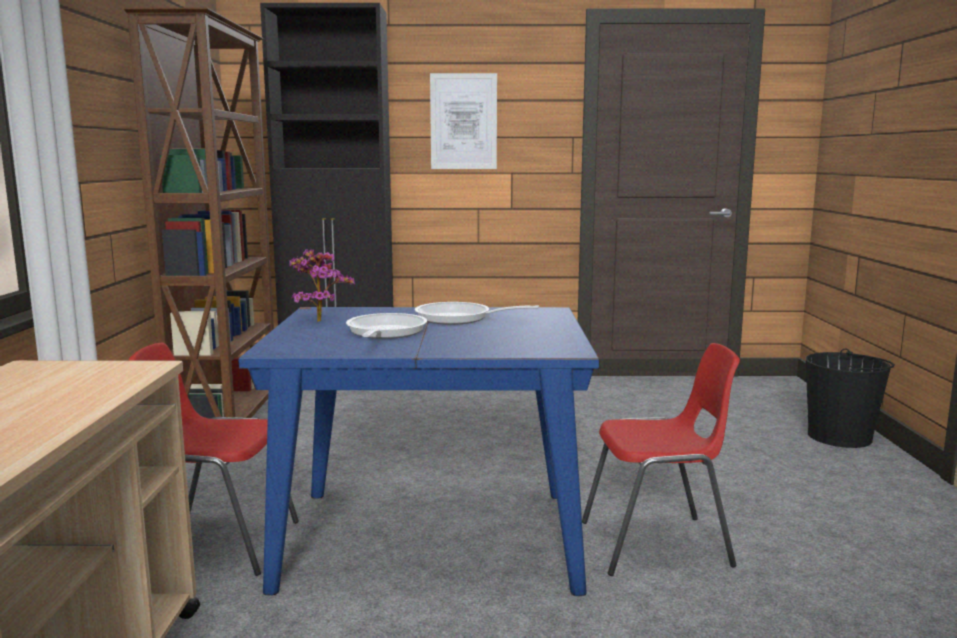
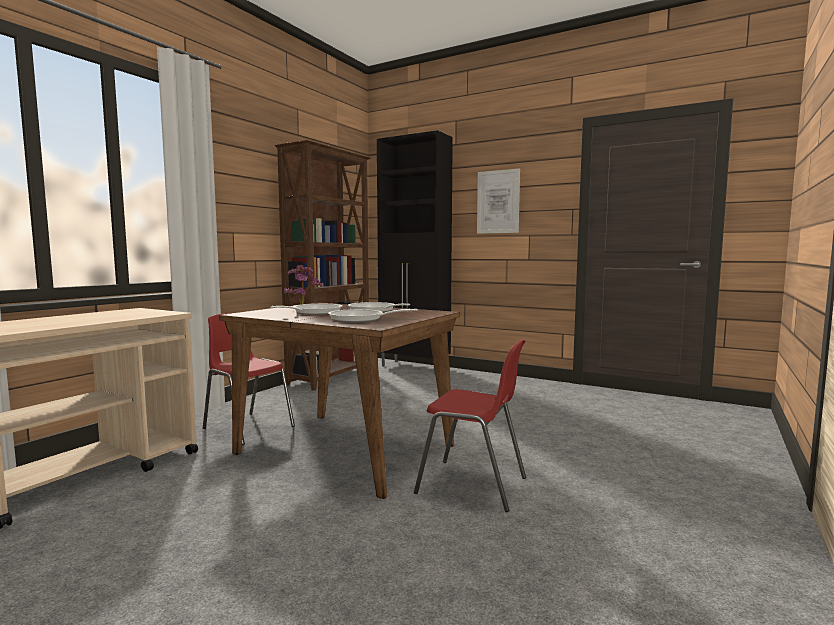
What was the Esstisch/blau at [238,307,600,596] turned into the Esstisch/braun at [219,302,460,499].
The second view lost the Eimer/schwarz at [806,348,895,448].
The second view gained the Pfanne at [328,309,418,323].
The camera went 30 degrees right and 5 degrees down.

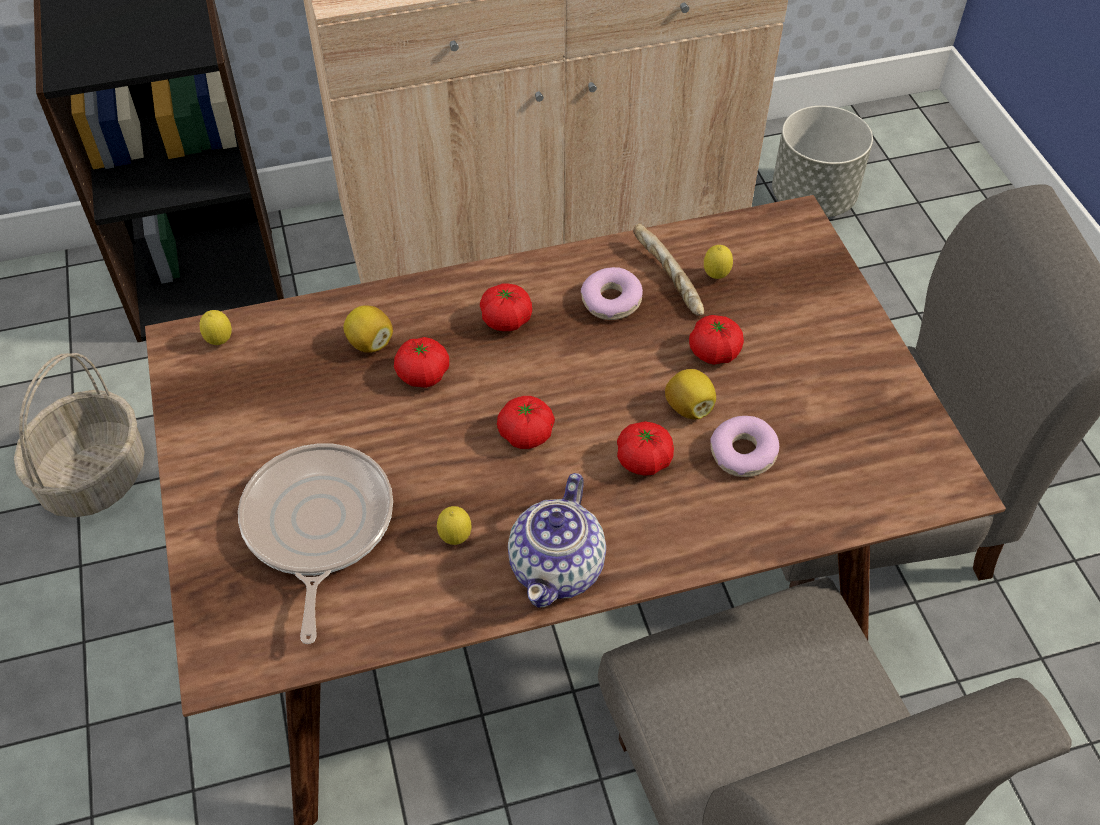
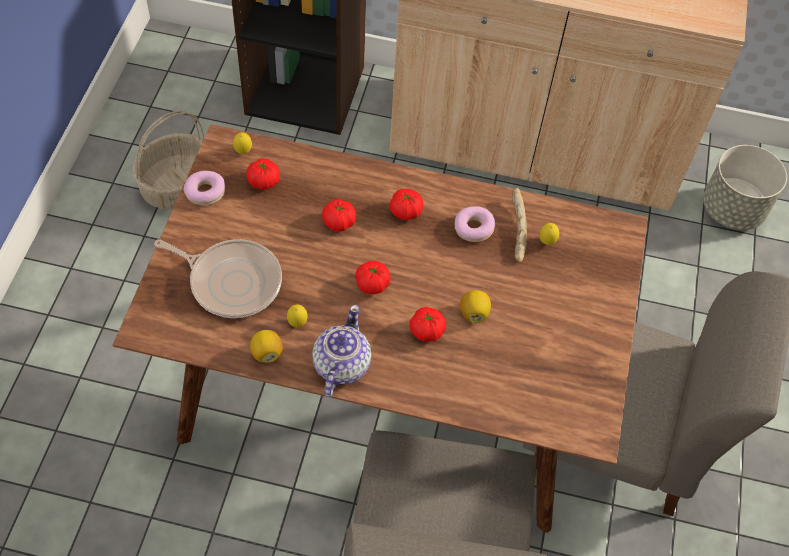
The Pfanne at [238,443,393,644] ended up facing another way, 90 degrees clockwise from before.
The Zitrone ended up elsewhere, having gone from [343,305,393,353] to [250,330,283,363].
The Teekanne at [508,473,606,607] ended up facing another way, 150 degrees clockwise from before.
The Tomate ended up elsewhere, having gone from [689,315,744,365] to [246,158,280,190].
The Donut ended up elsewhere, having gone from [710,416,779,477] to [183,171,225,205].
The camera went 25 degrees right and 5 degrees up.

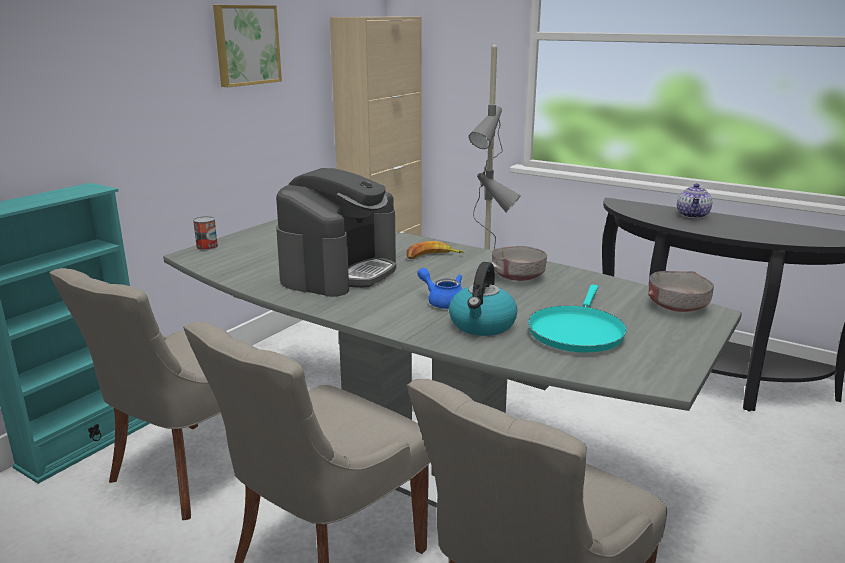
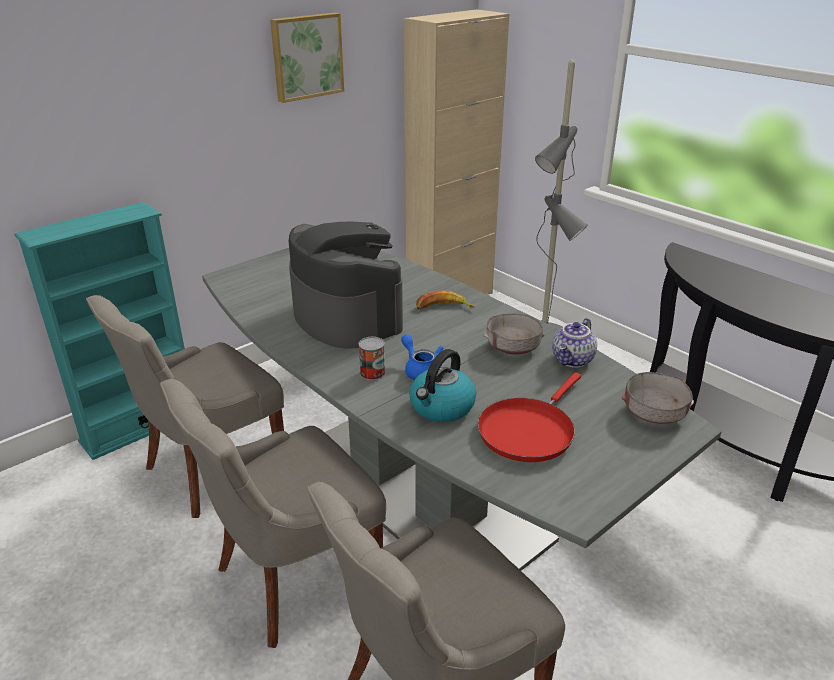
The Dose ended up elsewhere, having gone from [193,216,218,250] to [359,337,385,380].
The Kaffeemaschine at [276,168,396,297] ended up facing another way, 75 degrees counterclockwise from before.
What was the Pfanne/türkis at [528,284,627,353] turned into the Pfanne/rot at [478,372,581,462].
The Teekanne ended up elsewhere, having gone from [677,184,712,219] to [552,318,597,368].
The camera went 15 degrees right and 10 degrees up.

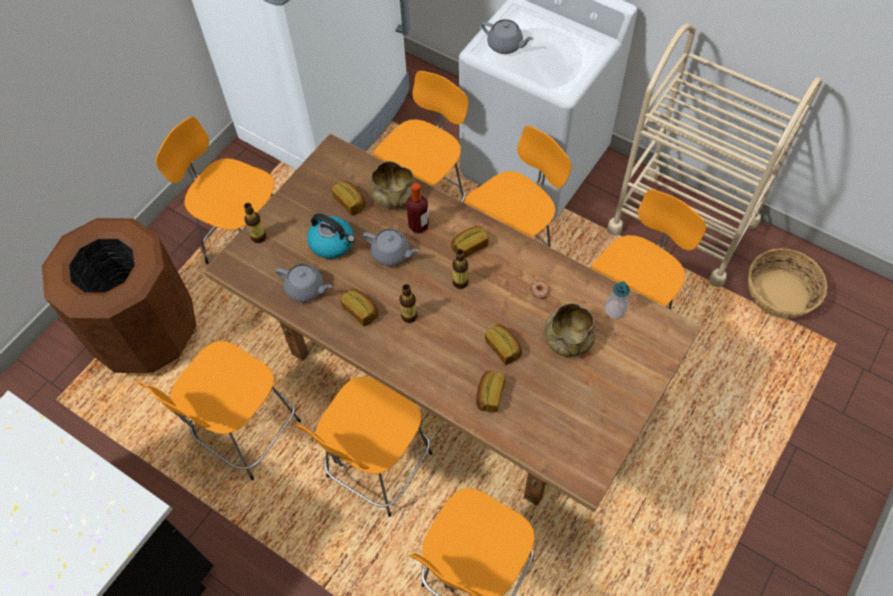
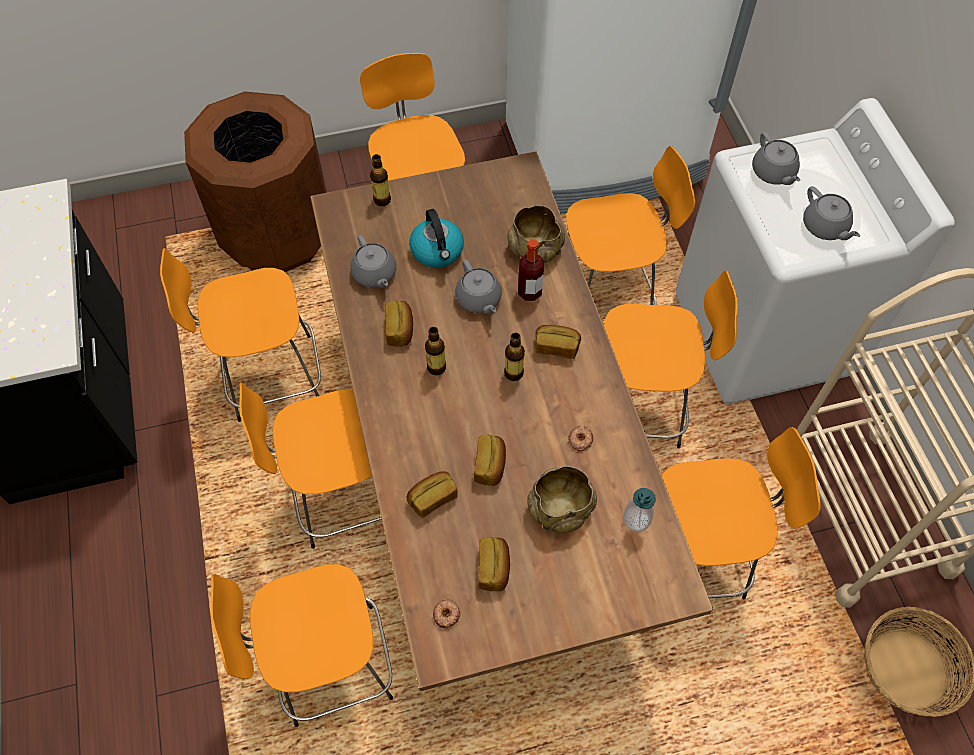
The Brot ended up elsewhere, having gone from [332,181,366,216] to [478,537,510,591].
The second view gained the Donut at [433,599,460,629].
The second view gained the Teekanne/grau at [803,186,860,240].
The camera went 40 degrees right and 0 degrees up.

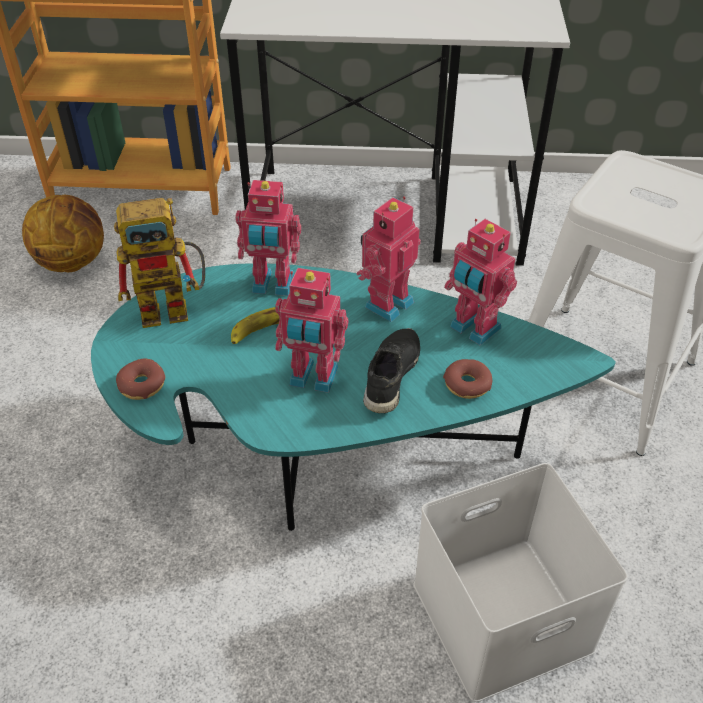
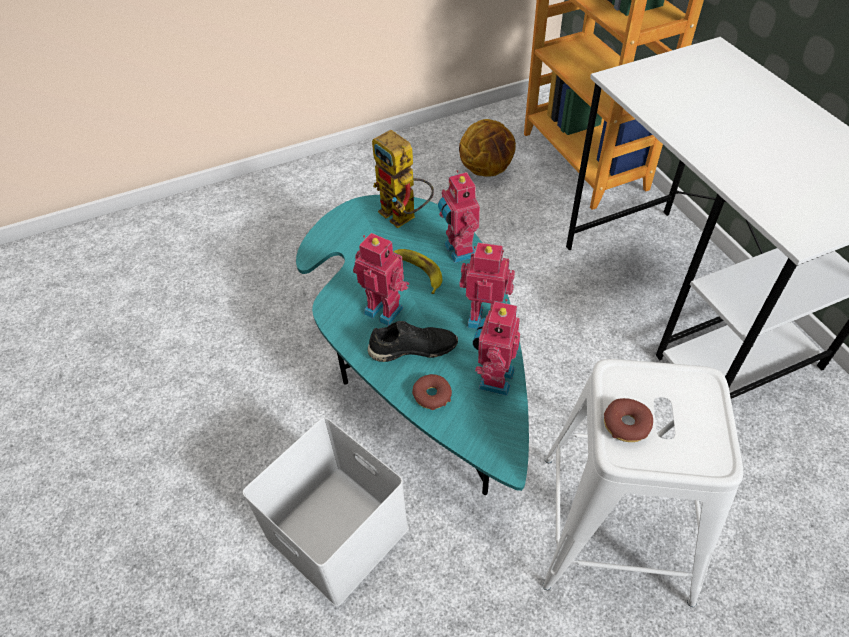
The Donut ended up elsewhere, having gone from [116,358,165,400] to [604,398,653,442].
The Spielzeugroboter at [275,268,348,393] ended up facing another way, 135 degrees clockwise from before.
The camera went 65 degrees right and 5 degrees up.

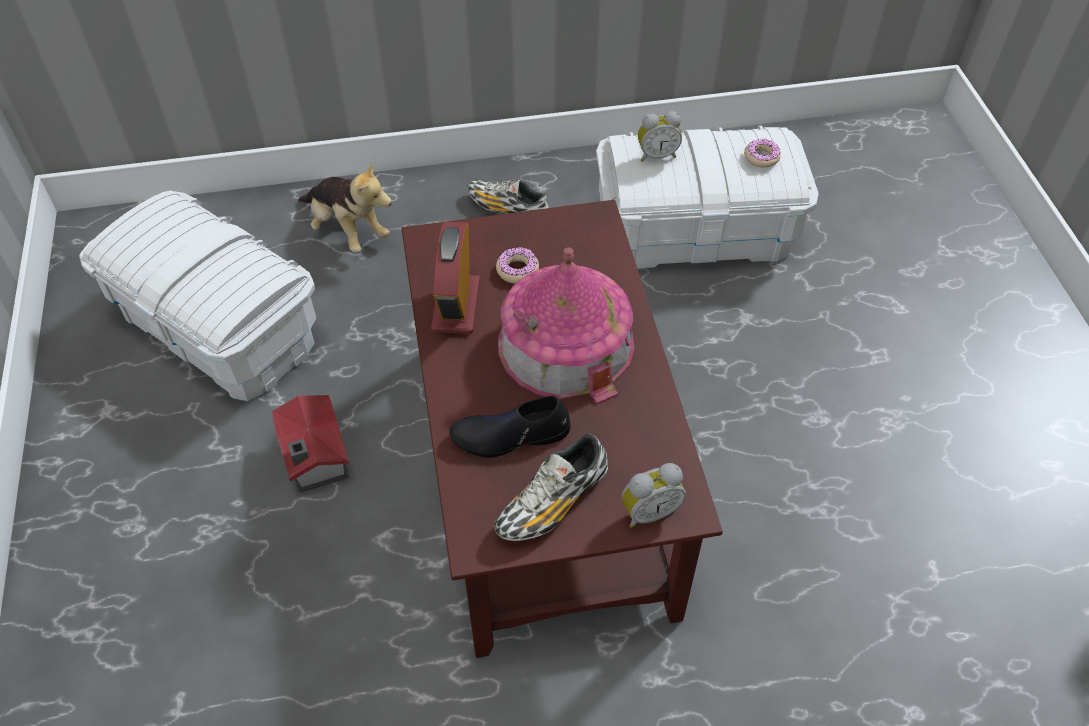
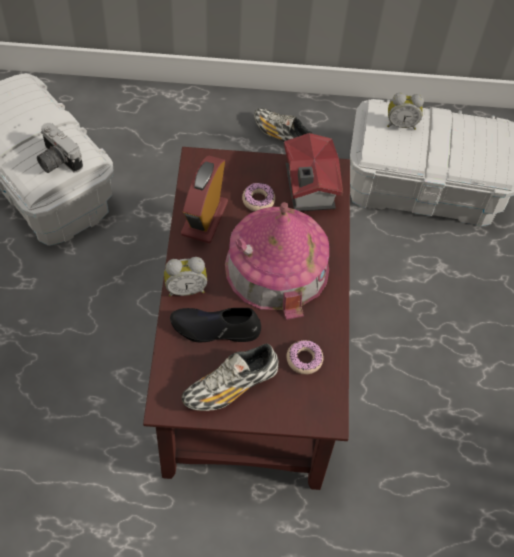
The Spielzeughaus ended up elsewhere, having gone from [272,395,350,493] to [284,133,343,211].
The second view lost the Plüschtier at [298,161,392,252].
The Wecker ended up elsewhere, having gone from [622,463,686,528] to [164,257,207,297].
The Donut ended up elsewhere, having gone from [744,138,781,168] to [286,340,324,374].
The second view gained the Kamera at [37,123,83,173].
The camera went 10 degrees right and 5 degrees up.

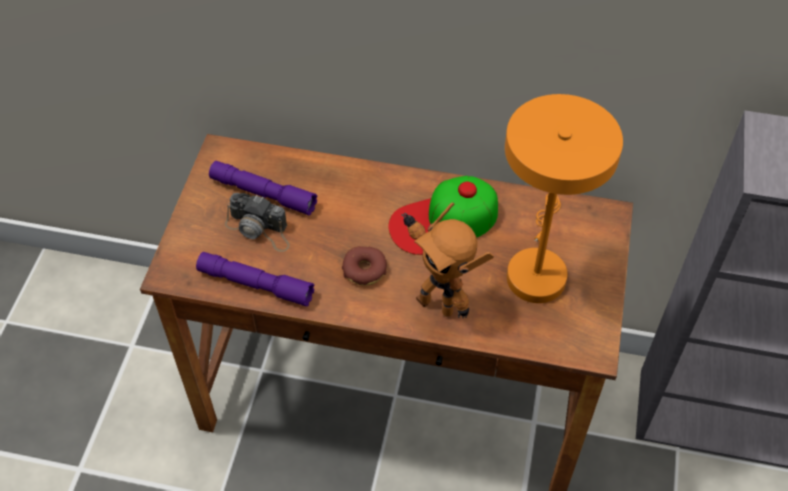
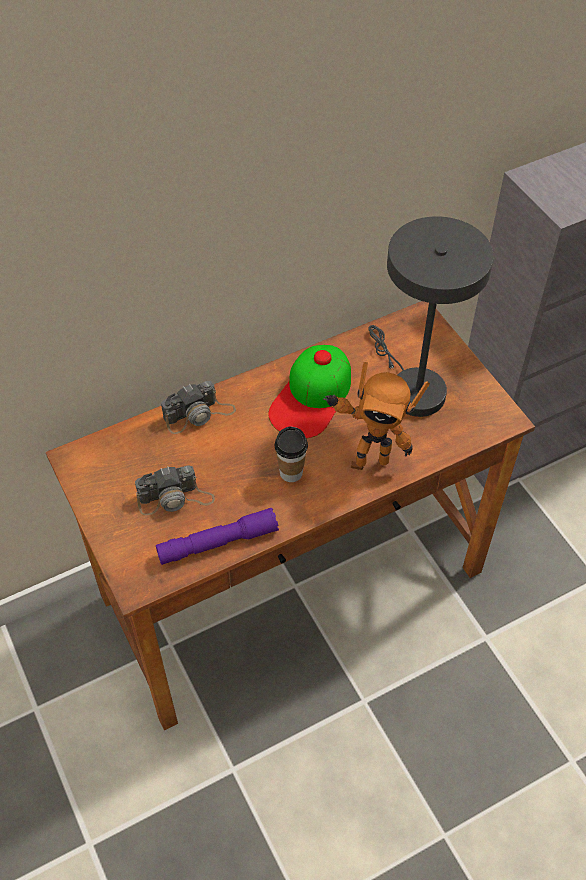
The second view lost the Taschenlampe/lila at [209,161,317,216].
Where the Donut stood at [342,246,387,286], the Tasse came to stand at [275,426,308,482].
What was the Tischlampe/orange at [505,94,623,303] turned into the Tischlampe/grau at [368,216,494,417].
The second view gained the Kamera at [161,381,236,434].
The camera went 40 degrees left and 0 degrees up.

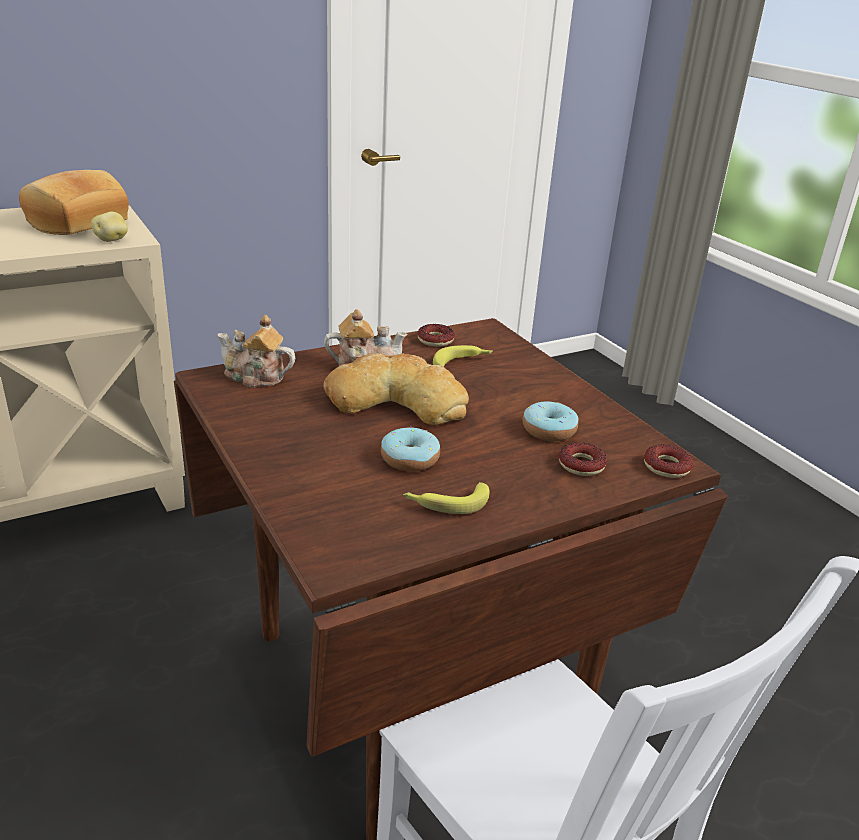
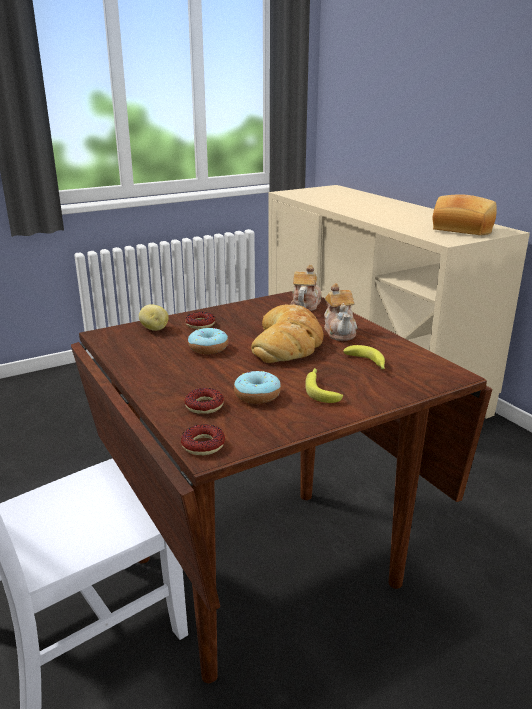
The Kartoffel ended up elsewhere, having gone from [91,212,128,242] to [139,304,169,331].
The Banane ended up elsewhere, having gone from [403,482,490,514] to [305,368,343,403].
The Donut ended up elsewhere, having gone from [417,324,455,347] to [185,312,215,329].
The camera went 90 degrees right and 5 degrees down.

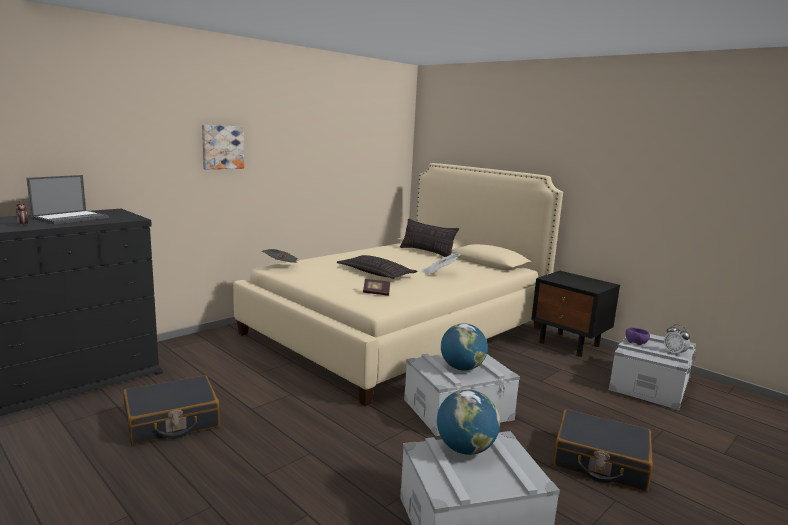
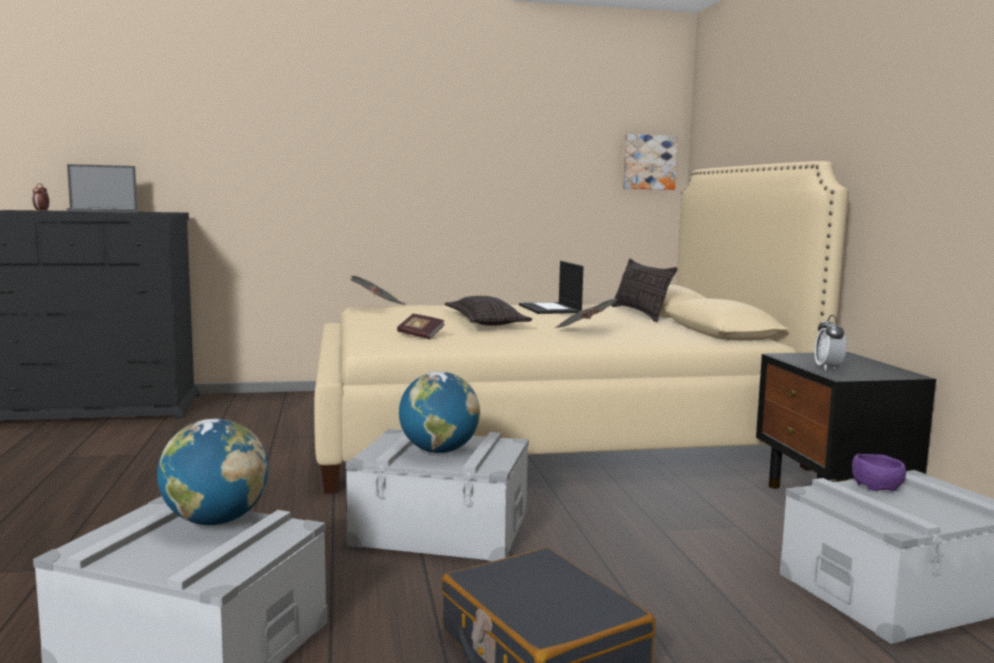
The second view lost the Koffer/schwarz at [124,376,220,445].
The Bild ended up elsewhere, having gone from [202,125,244,169] to [623,134,678,190].
The Wecker ended up elsewhere, having gone from [664,324,690,356] to [814,315,847,371].
The second view gained the Laptop at [519,261,583,314].
The camera went 35 degrees right and 5 degrees down.

